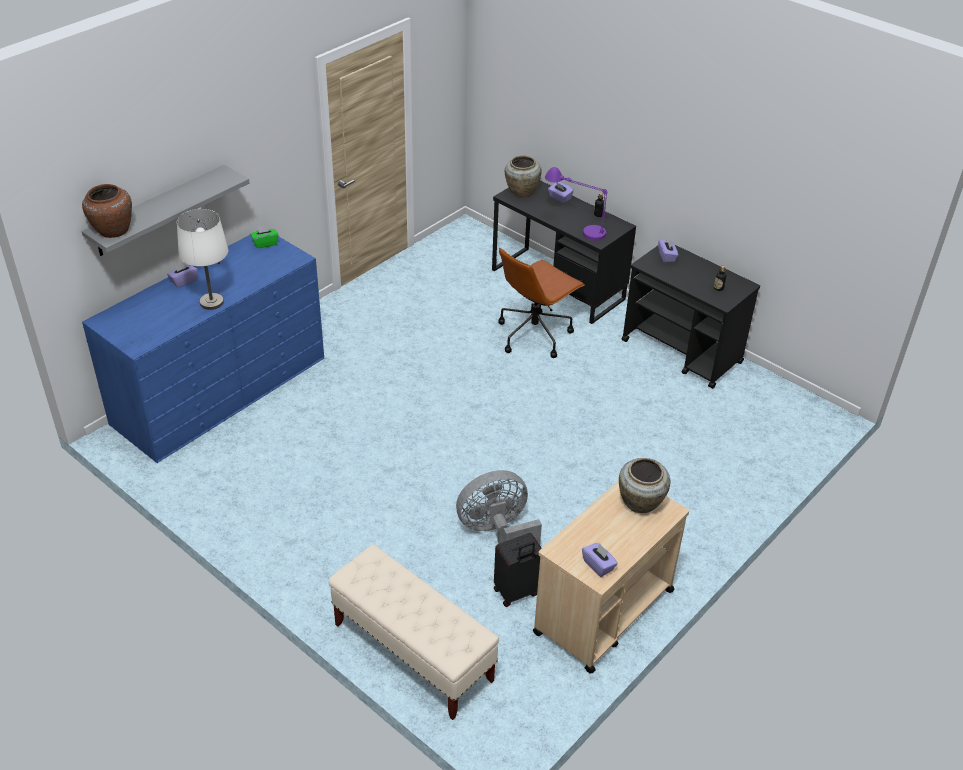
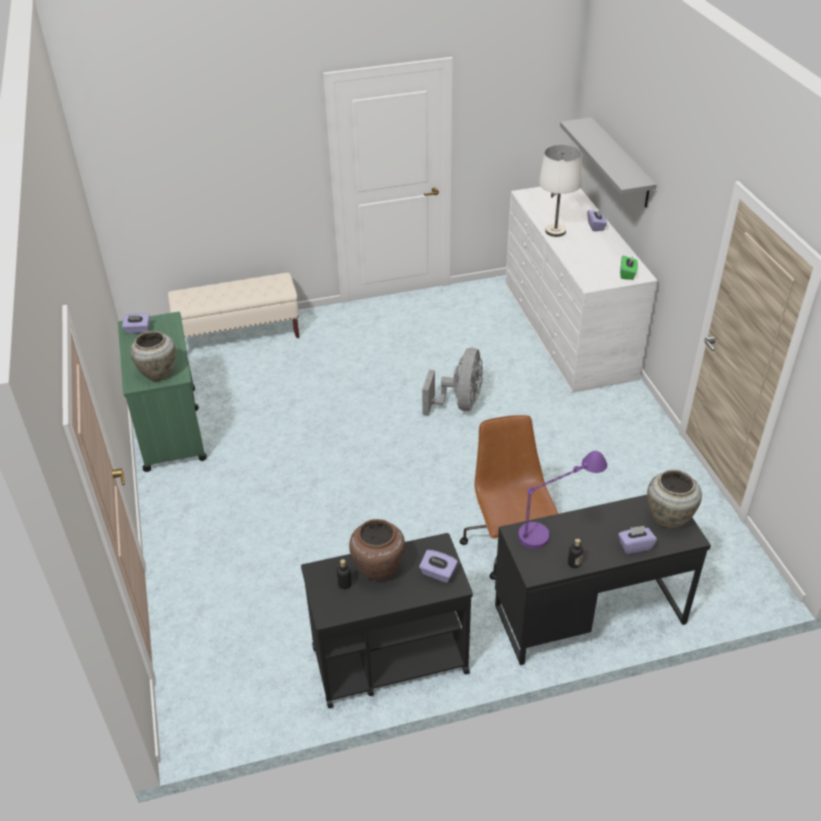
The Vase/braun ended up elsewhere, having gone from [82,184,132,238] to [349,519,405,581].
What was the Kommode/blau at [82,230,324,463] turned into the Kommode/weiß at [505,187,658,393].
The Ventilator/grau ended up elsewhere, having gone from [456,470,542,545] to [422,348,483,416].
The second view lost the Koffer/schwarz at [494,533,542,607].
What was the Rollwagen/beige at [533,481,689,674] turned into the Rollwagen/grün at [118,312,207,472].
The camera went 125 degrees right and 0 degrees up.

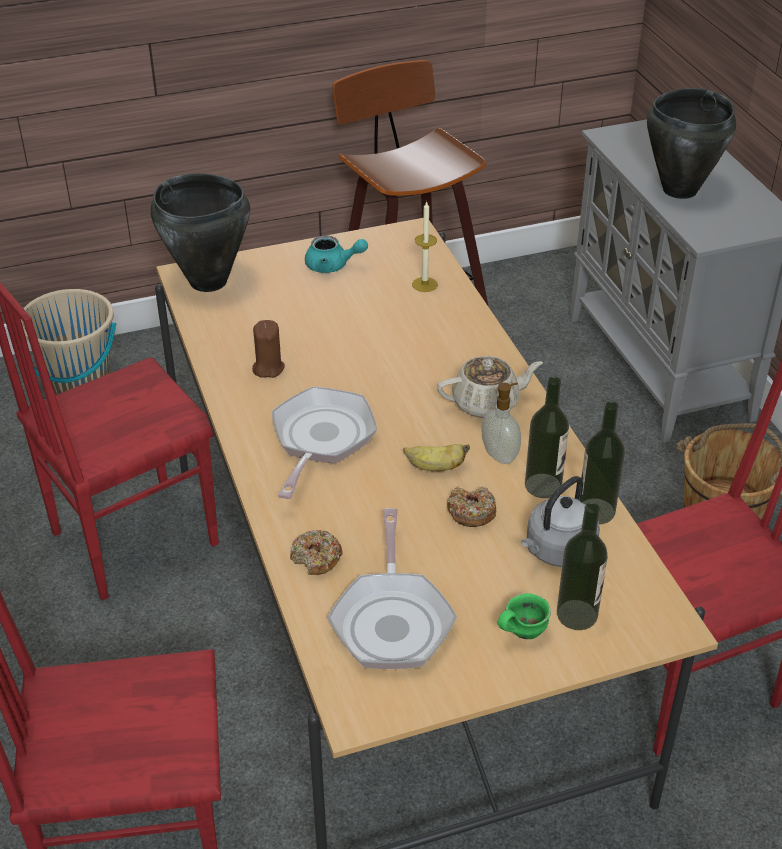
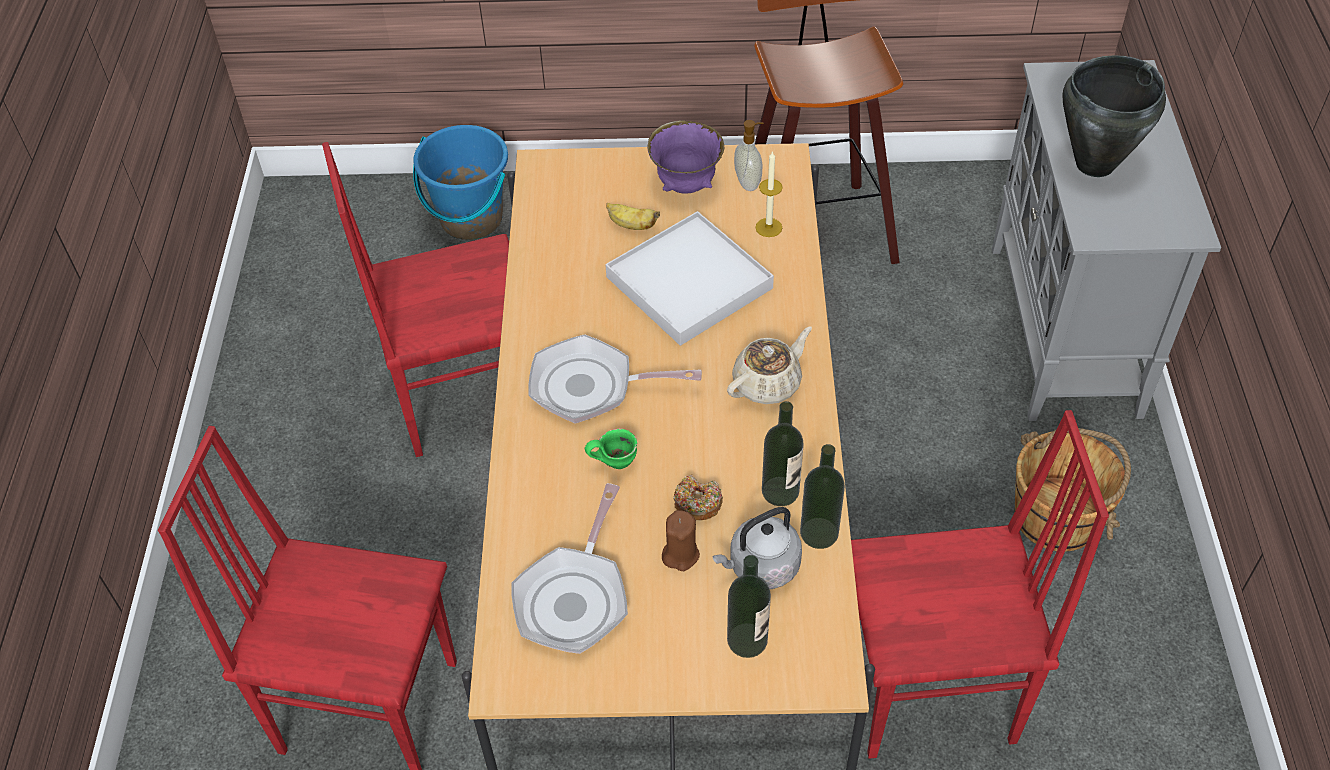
What was the Eimer/beige at [21,289,116,395] turned into the Eimer/blau at [413,125,508,240].
The second view lost the Kochtopf/schwarz at [151,173,250,292].
The Kerze/braun ended up elsewhere, having gone from [252,320,285,378] to [662,510,700,571].
The Pfanne at [272,387,377,499] ended up facing another way, 120 degrees counterclockwise from before.
The second view lost the Donut at [290,530,343,575].
Where the Teekanne/türkis stood at [305,235,368,273], the Schüssel/lila came to stand at [647,120,724,194].
The Banane ended up elsewhere, having gone from [403,444,470,471] to [606,202,660,230].
The Teekanne/beige at [437,356,543,418] ended up facing another way, 45 degrees counterclockwise from before.
The Seifenspender ended up elsewhere, having gone from [481,383,521,464] to [734,120,764,191].
The Henkelbecher/grün ended up elsewhere, having gone from [497,593,551,639] to [585,429,637,469].
The second view gained the Tablett/weiß at [605,211,774,346].
The camera went 20 degrees right and 10 degrees up.

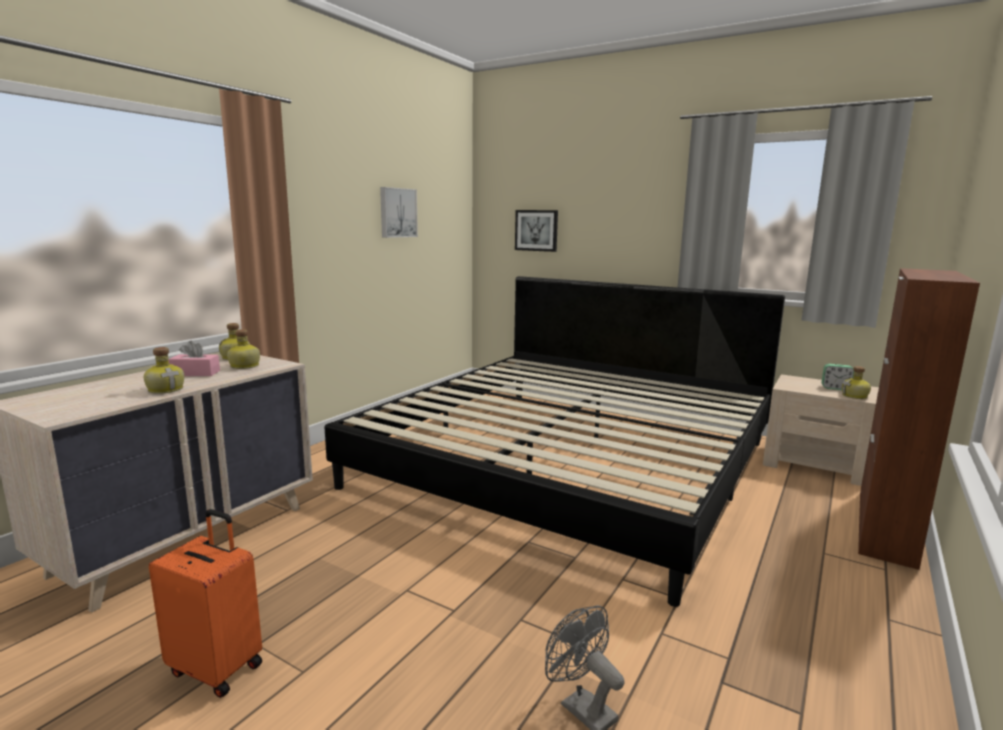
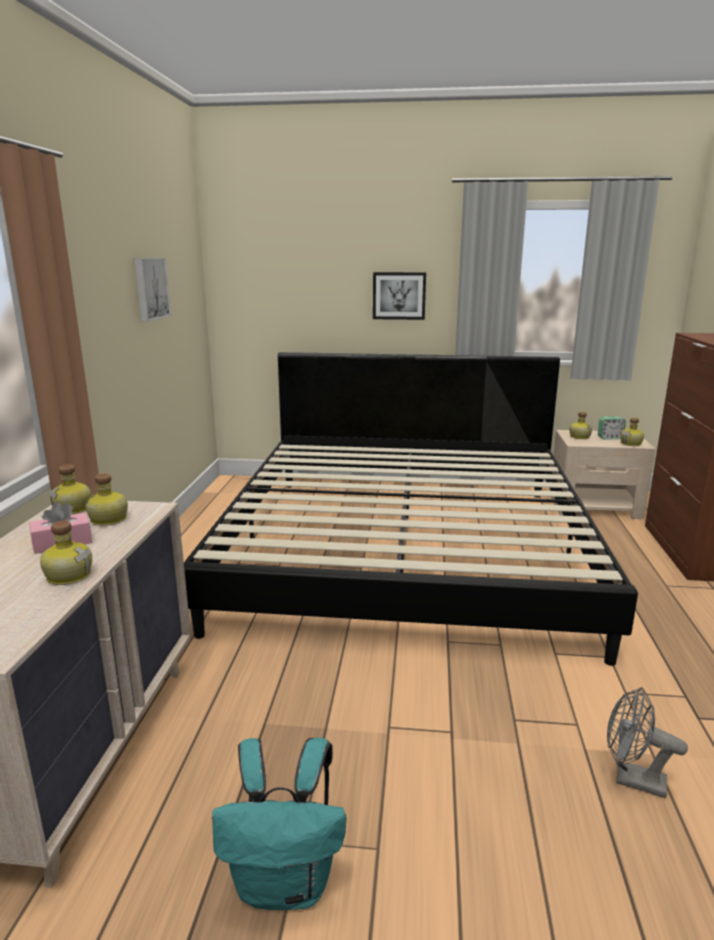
Where the Koffer/orange stood at [149,509,262,698], the Rucksack/türkis came to stand at [212,738,346,910].
The Bild ended up elsewhere, having gone from [515,210,558,252] to [373,272,426,320].
The second view gained the Flasche at [570,412,592,439].
The camera went 25 degrees left and 5 degrees up.

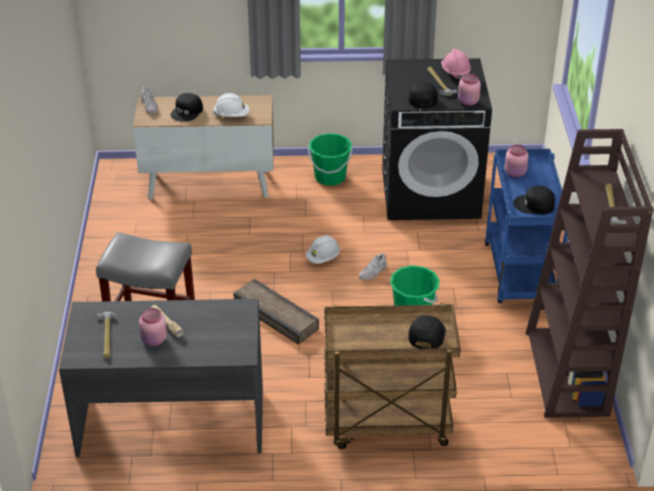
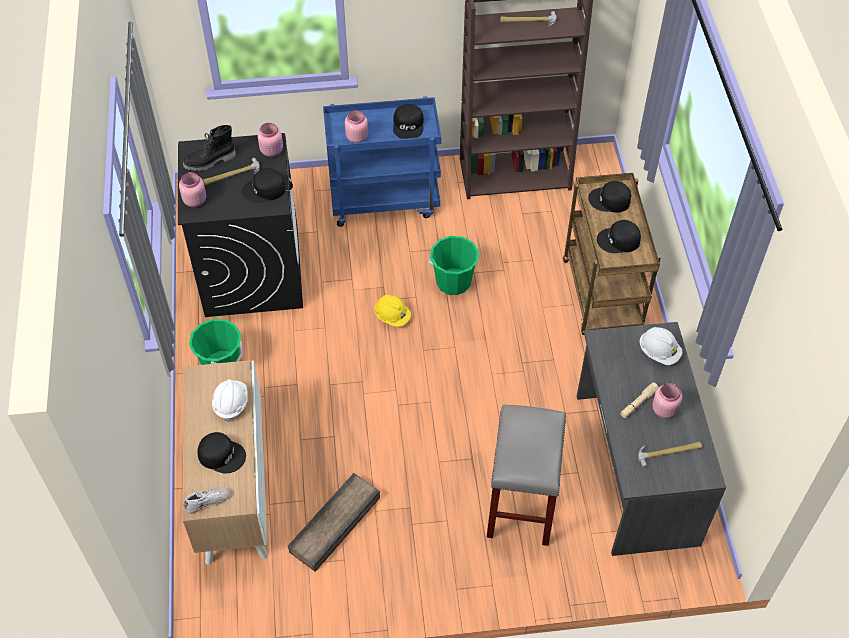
The Kiste ended up elsewhere, having gone from [233,279,319,344] to [288,473,380,572].
The Schutzhelm/weiß ended up elsewhere, having gone from [306,235,340,264] to [640,327,683,365].
Where the Schuh/weiß stood at [359,253,387,280], the Schutzhelm/gelb came to stand at [374,295,411,327].
Where the Schutzhelm/rosa stood at [441,49,471,80], the Stiefel/schwarz came to stand at [183,125,236,171].
The second view gained the Vorratsglas/rosa at [179,172,206,207].
The second view gained the Kappe/schwarz at [597,220,641,253].
The camera went 95 degrees left and 15 degrees up.

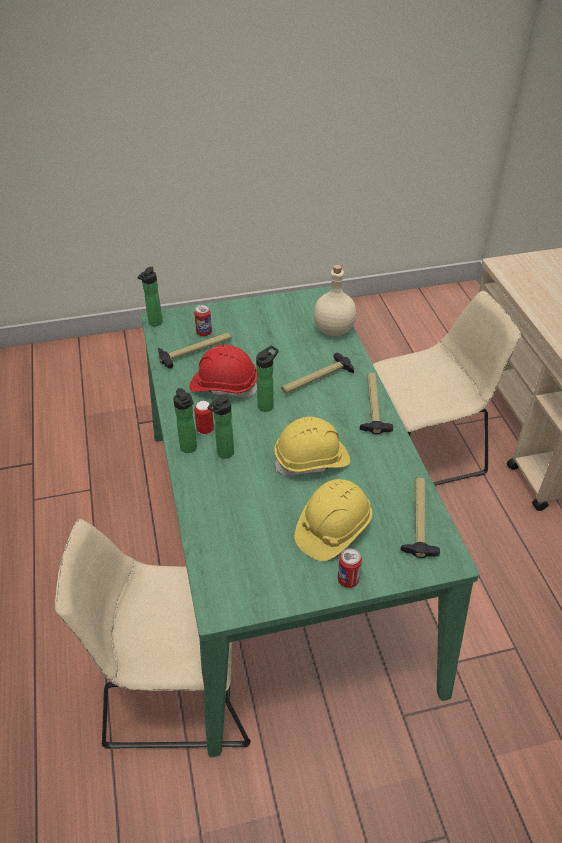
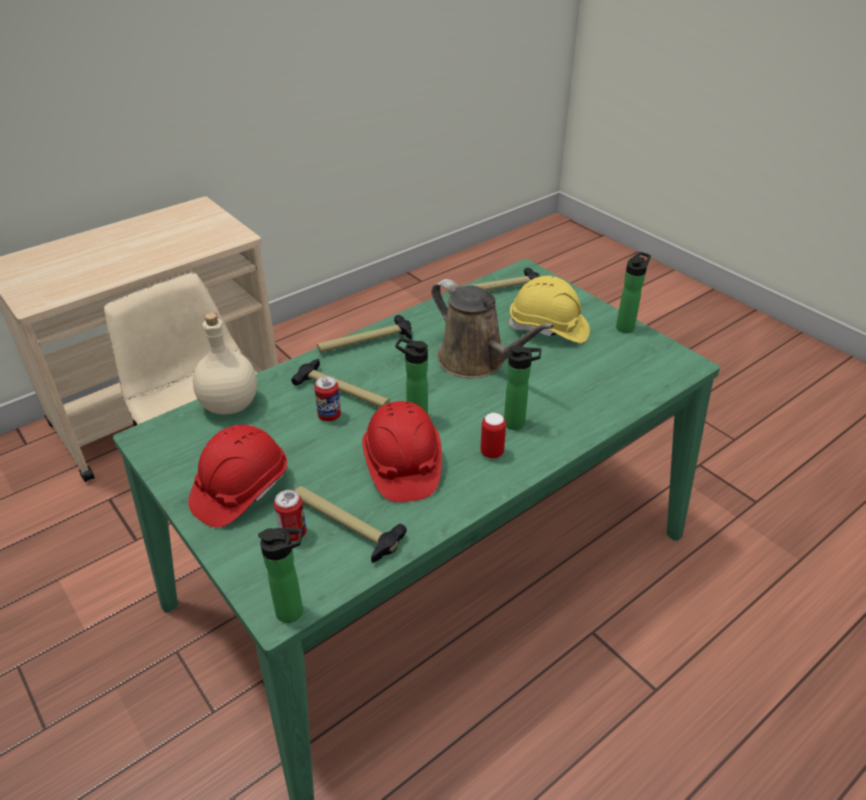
The second view lost the Stuhl/beige at [55,519,251,749].
The Flasche ended up elsewhere, having gone from [173,388,197,453] to [616,252,651,333].
Where the Schutzhelm/gelb stood at [274,416,350,476], the Gießkanne/braun came to stand at [432,279,554,378].
The Dose ended up elsewhere, having gone from [338,548,362,588] to [314,376,341,422].
The second view gained the Schutzhelm/rot at [188,425,287,528].
The camera went 115 degrees left and 5 degrees down.

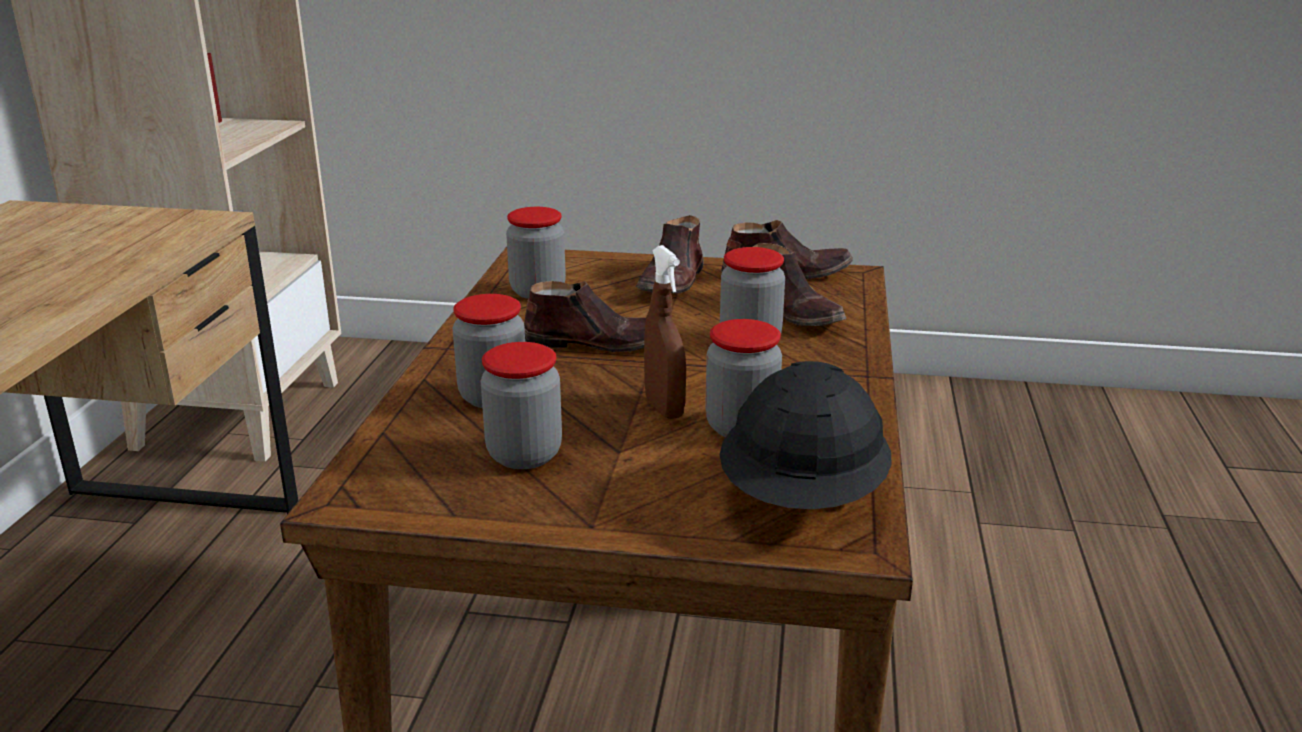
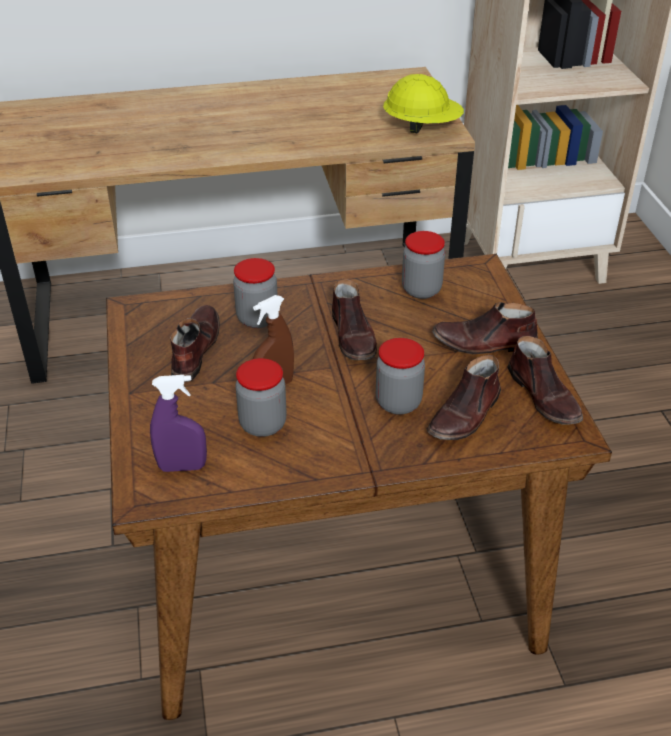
Where the Vorratsglas stood at [481,342,562,469], the Schuh/braun came to stand at [170,305,220,382].
Where the Schutzhelm/schwarz stood at [720,361,892,509], the Sprühflasche/lila came to stand at [150,375,207,472].
The second view gained the Schutzhelm/gelb at [383,74,464,133].
The camera went 70 degrees right and 15 degrees up.

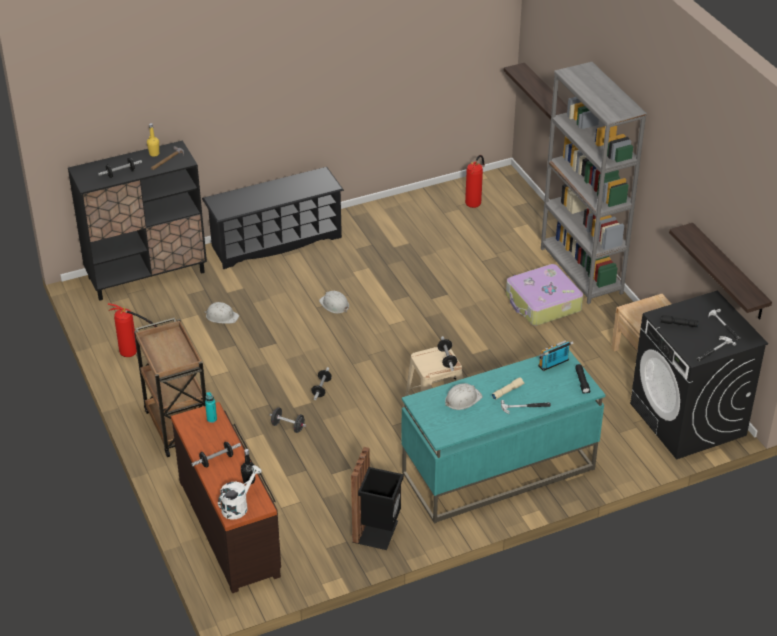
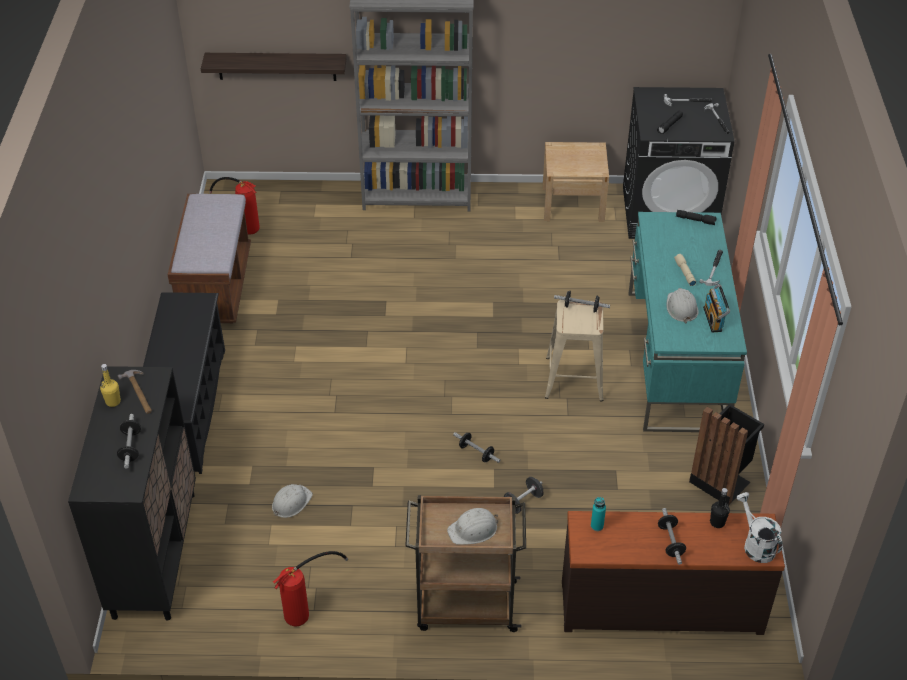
The Schutzhelm/weiß ended up elsewhere, having gone from [319,291,349,313] to [447,508,498,545].
The second view lost the Koffer at [506,264,583,326].
The Radio ended up elsewhere, having gone from [538,340,574,371] to [703,284,730,333].
The second view lost the Wandregal at [669,223,772,320].
The second view gained the Bank/braun at [168,194,251,323].
The camera went 65 degrees left and 5 degrees up.

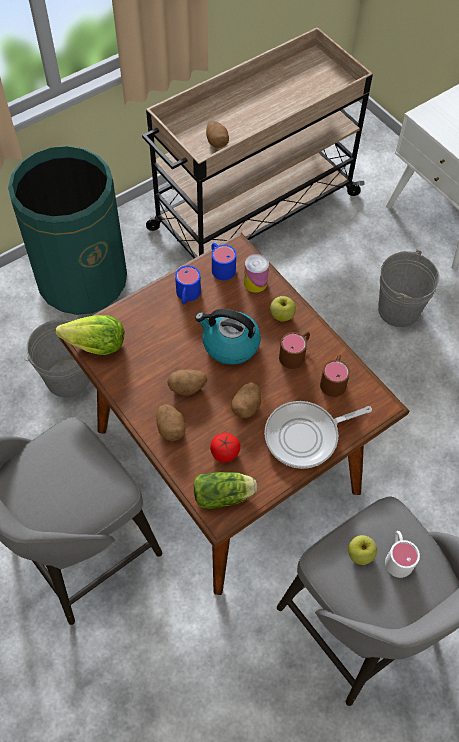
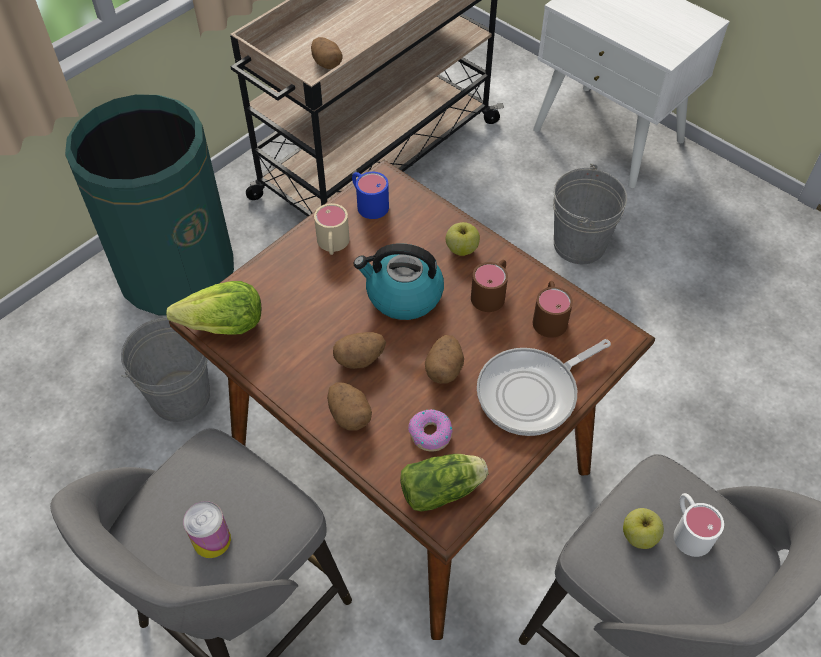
What was the Henkelbecher/blau at [175,266,201,304] turned into the Henkelbecher/beige at [314,203,350,255].
Where the Tomate stood at [210,433,241,463], the Donut came to stand at [408,409,453,452].
The Dose ended up elsewhere, having gone from [244,254,269,293] to [183,501,231,558].
The camera went 10 degrees left and 5 degrees down.

